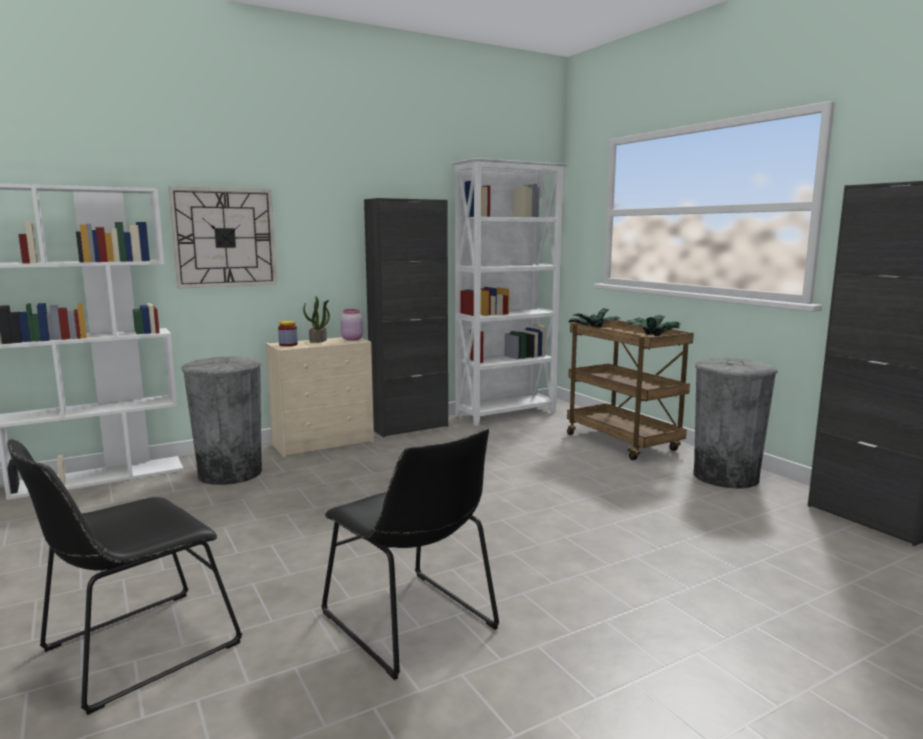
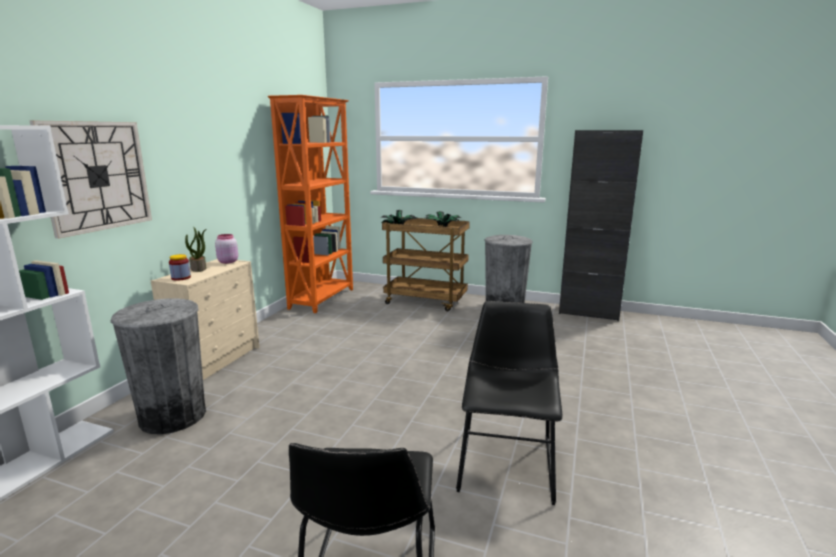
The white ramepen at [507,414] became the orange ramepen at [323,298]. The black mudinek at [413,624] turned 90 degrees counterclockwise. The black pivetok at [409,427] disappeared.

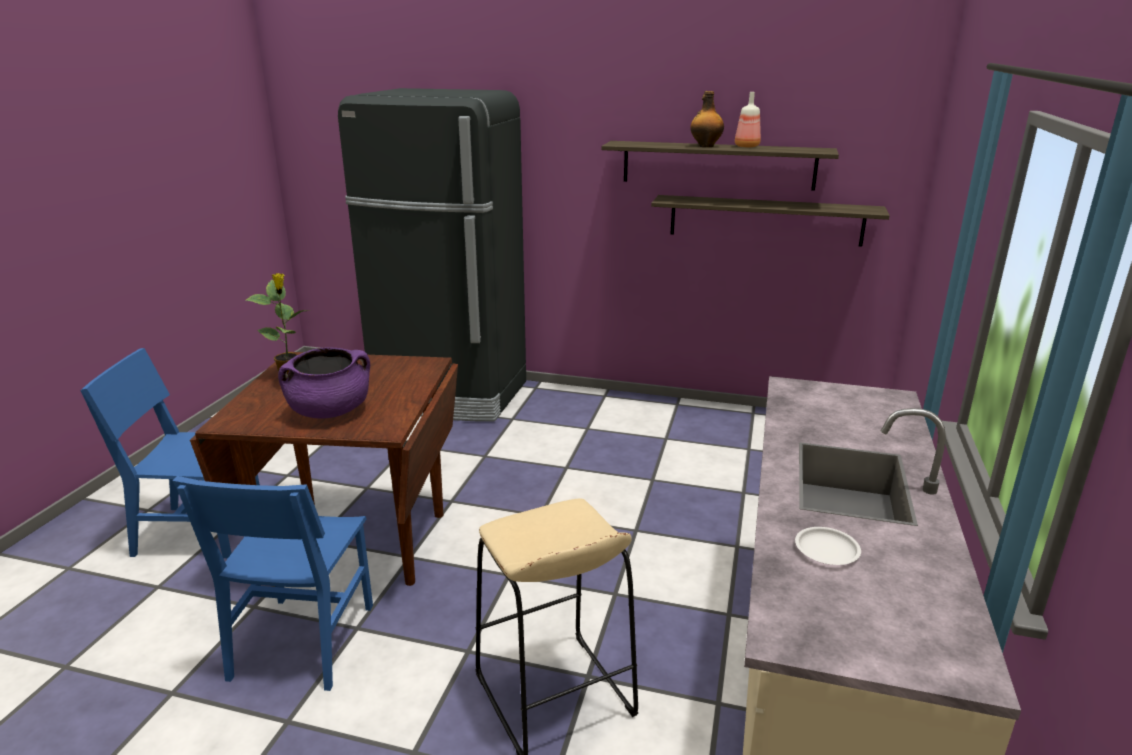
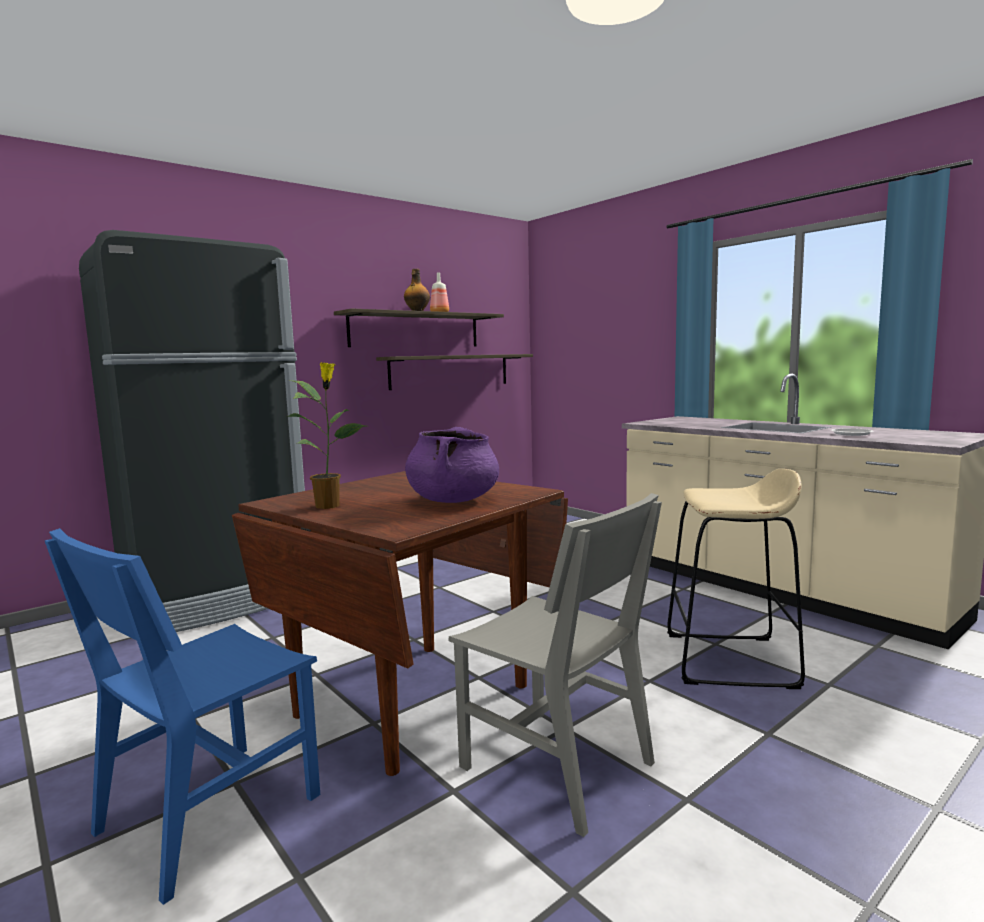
The blue mudinek at [303,641] became the grey mudinek at [556,765].

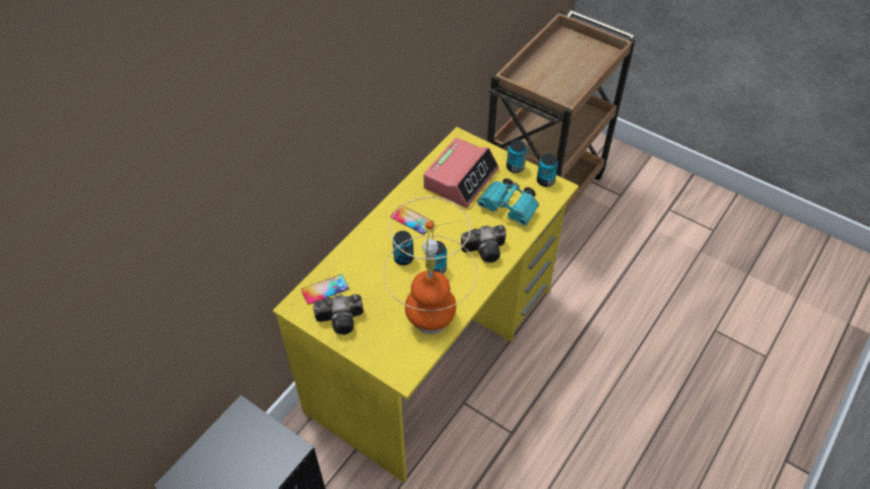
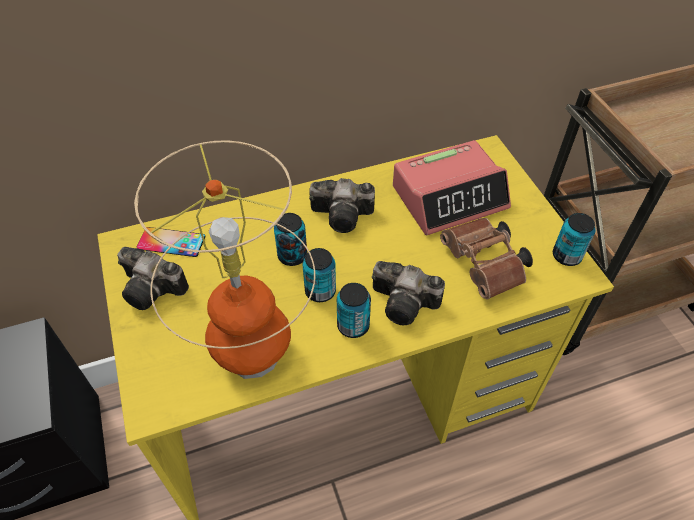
The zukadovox at [412,220] was replaced by the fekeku at [345,215]. The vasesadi moved from [515,167] to [353,326]. The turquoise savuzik at [510,209] became the brown savuzik at [485,267].

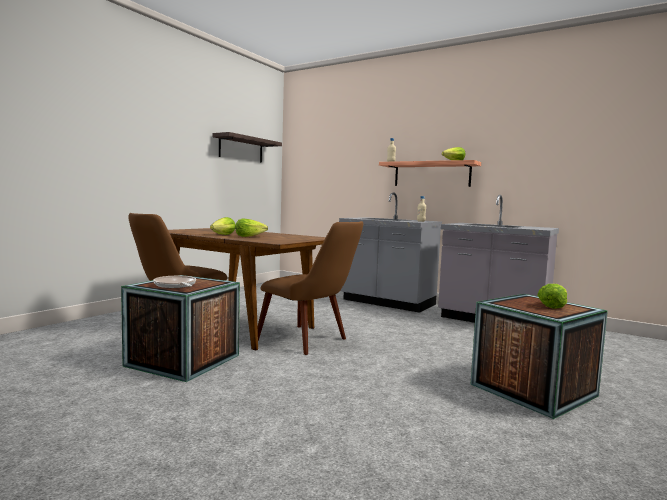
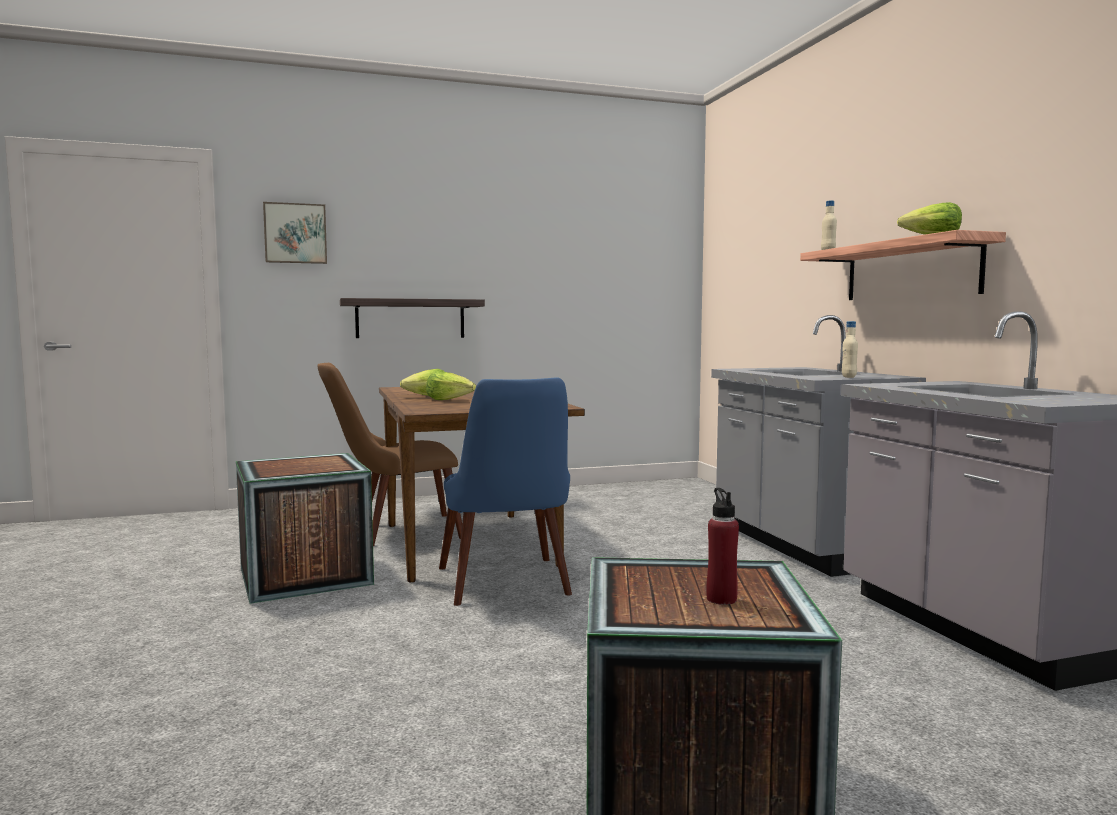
The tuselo at [295,233] appeared. The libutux moved from [241,149] to [410,318]. The brown mudinek at [311,341] became the blue mudinek at [508,587]. The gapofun at [552,306] was replaced by the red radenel at [721,599]. The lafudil at [175,285] disappeared.

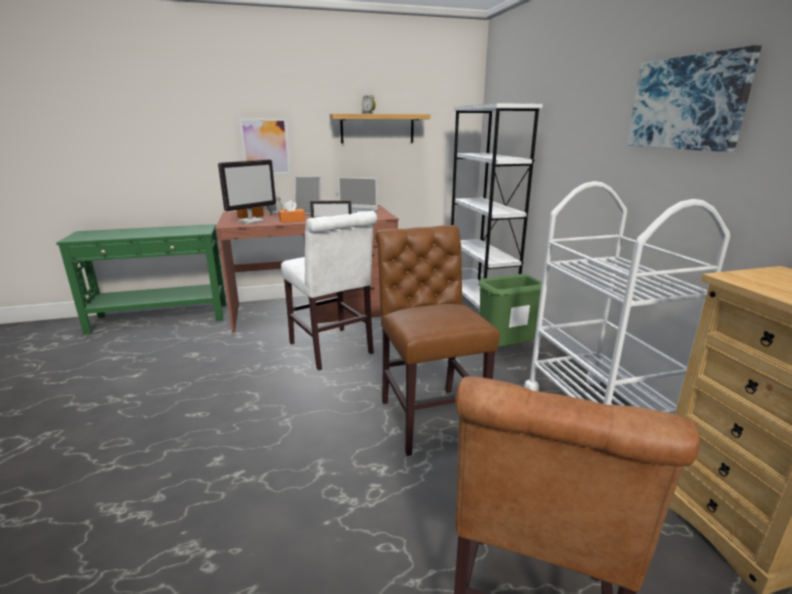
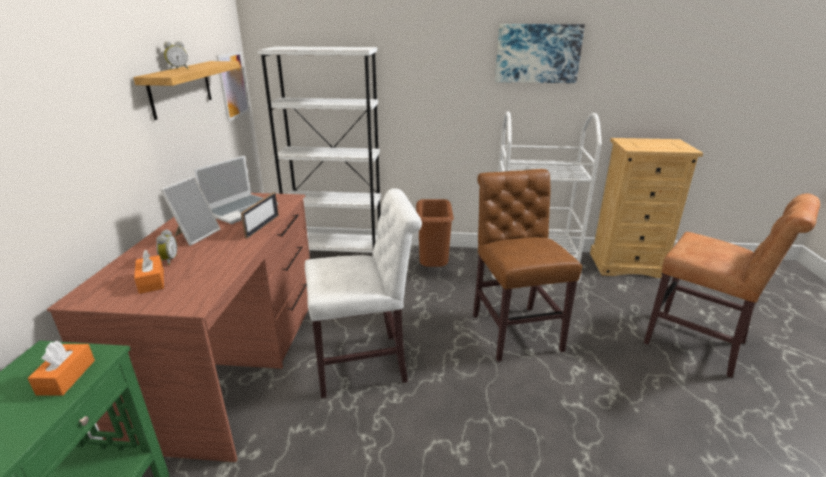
The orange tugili moved from [292,220] to [66,377]. The tuselo moved from [265,147] to [233,85]. The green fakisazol at [505,351] became the brown fakisazol at [432,268]. The brown mudinek at [429,416] turned 75 degrees clockwise. The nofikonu at [251,221] disappeared.

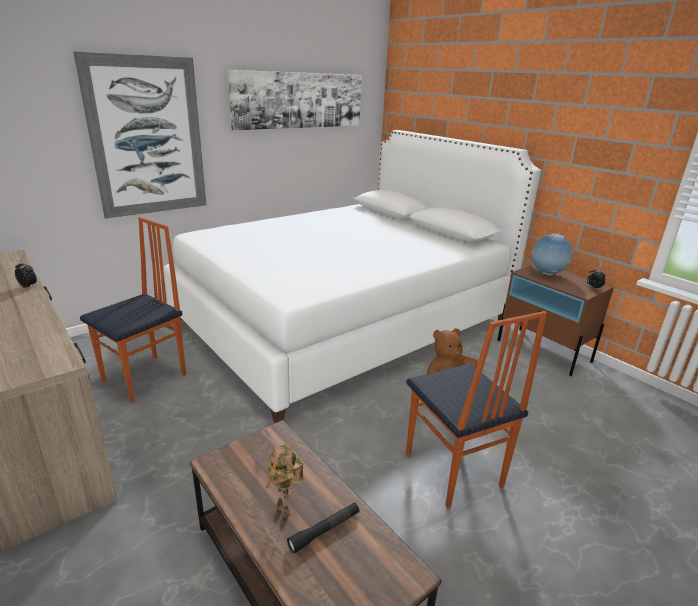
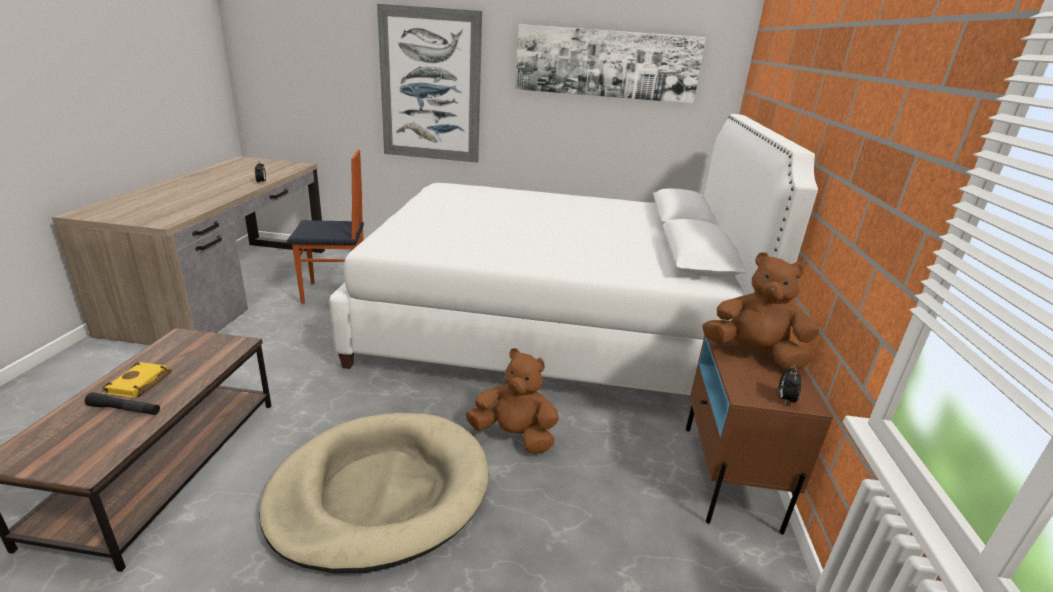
The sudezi at [285,510] was replaced by the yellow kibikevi at [140,384]. The mudinek at [452,471] was replaced by the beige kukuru at [380,492]. The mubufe at [546,274] was replaced by the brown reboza at [754,354].

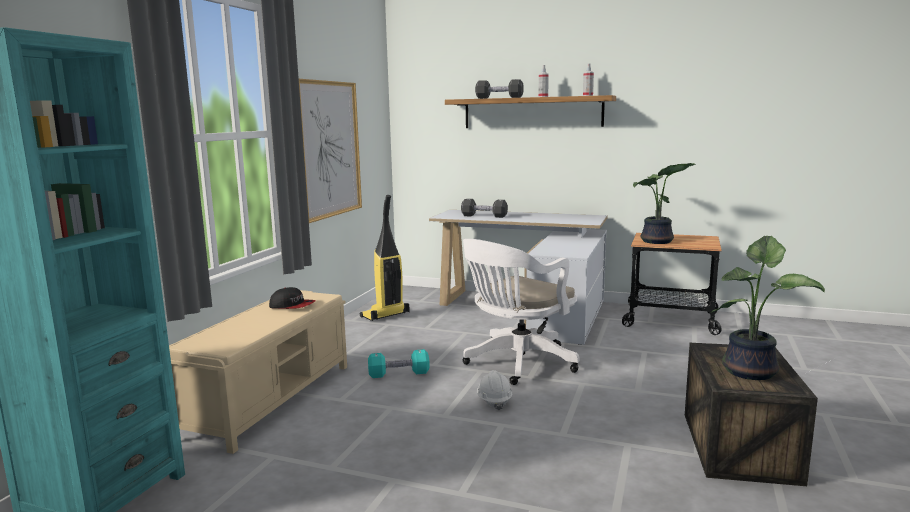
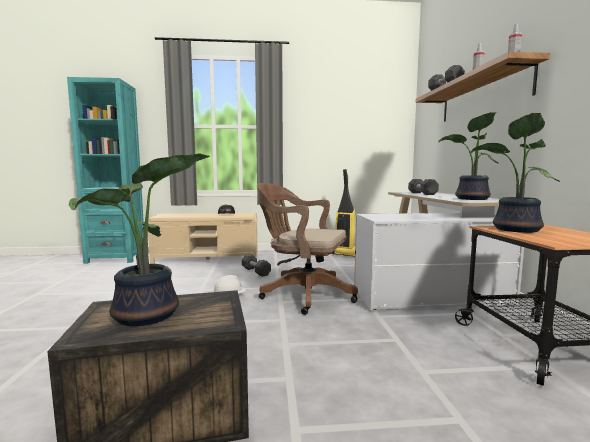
The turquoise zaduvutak at [399,374] became the black zaduvutak at [256,271]. The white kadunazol at [517,363] became the brown kadunazol at [303,294]. The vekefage at [471,199] appeared. The tuselo at [330,149] disappeared.

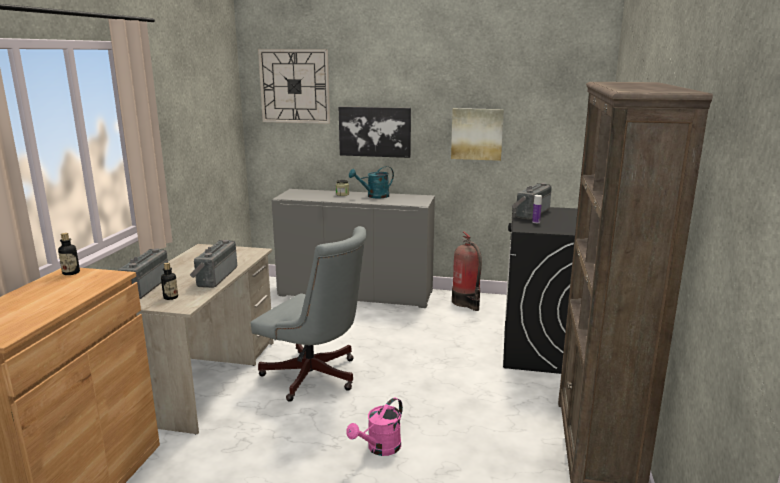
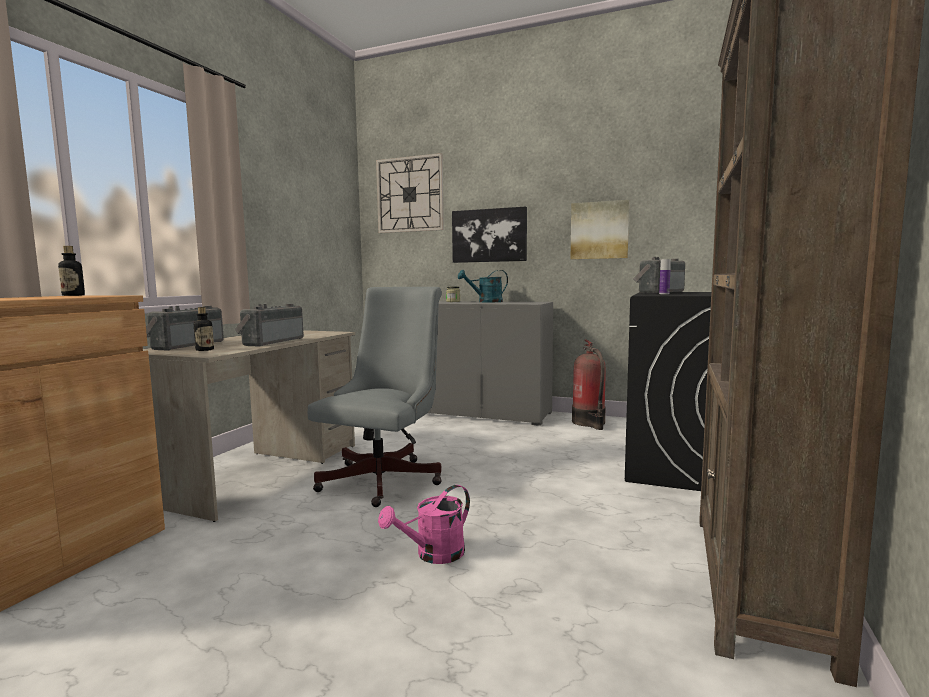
The grey kadunazol at [315,378] turned 105 degrees counterclockwise.

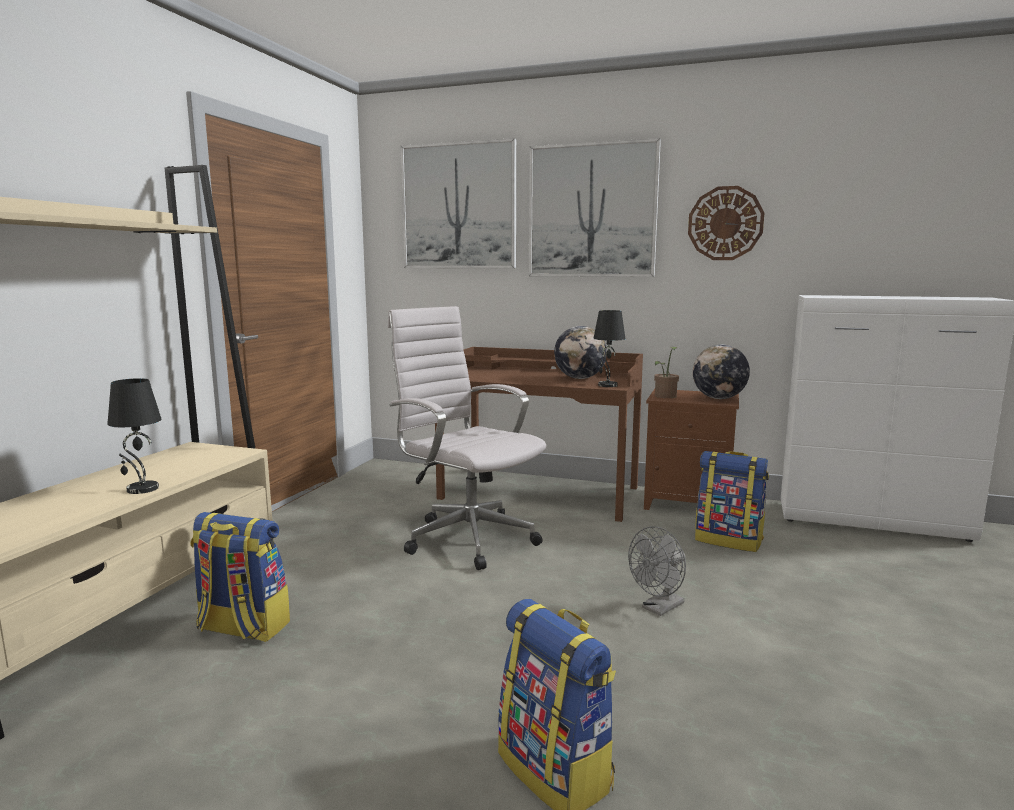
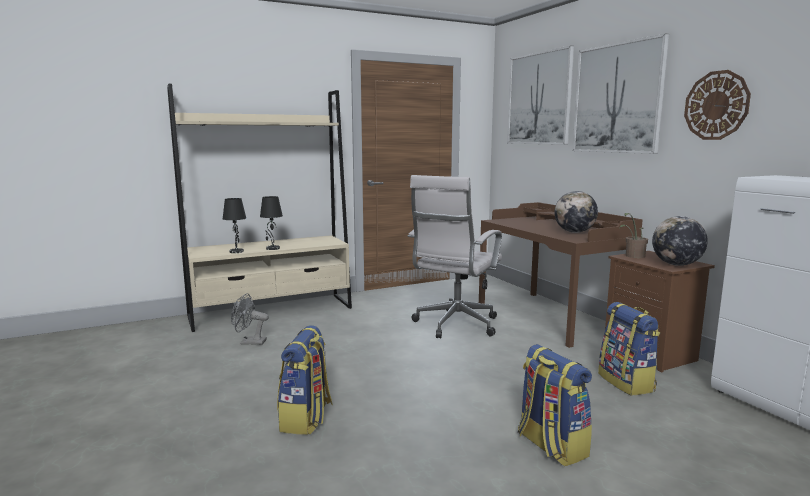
The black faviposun moved from [607,385] to [236,251]. The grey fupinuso moved from [659,608] to [249,342]. The white kadunazol at [467,538] turned 150 degrees counterclockwise. The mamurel moved from [242,628] to [550,446].

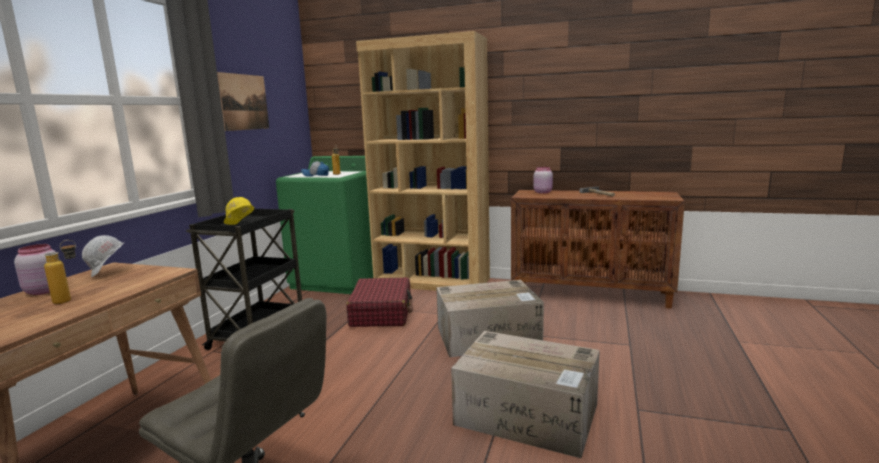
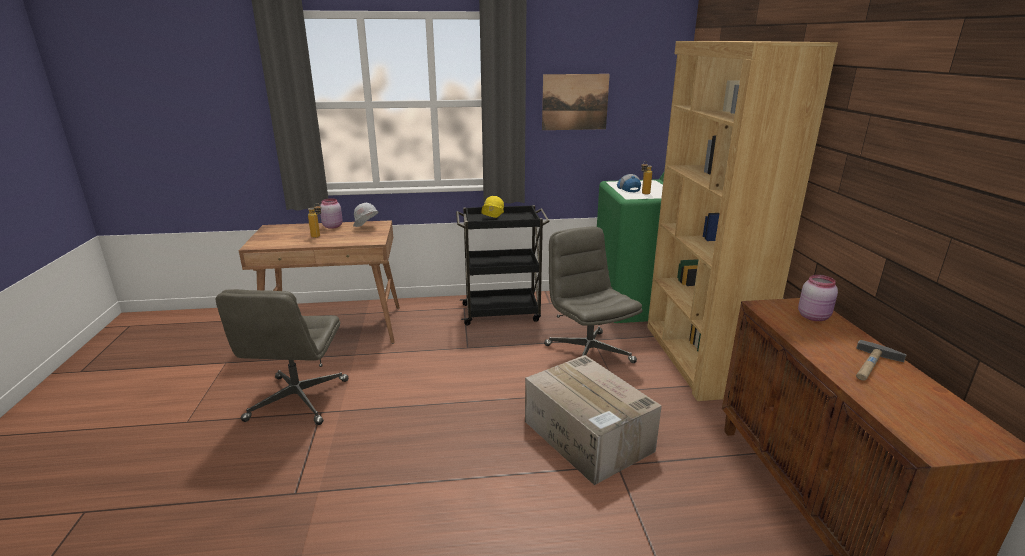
The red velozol at [381,313] was replaced by the grey kadunazol at [588,353]. The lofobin at [529,414] disappeared.

